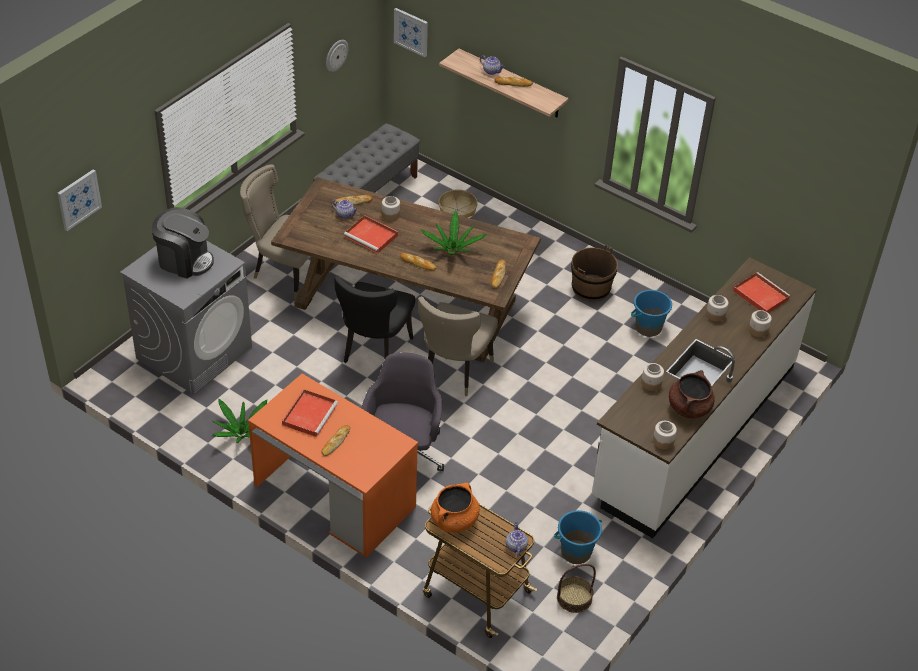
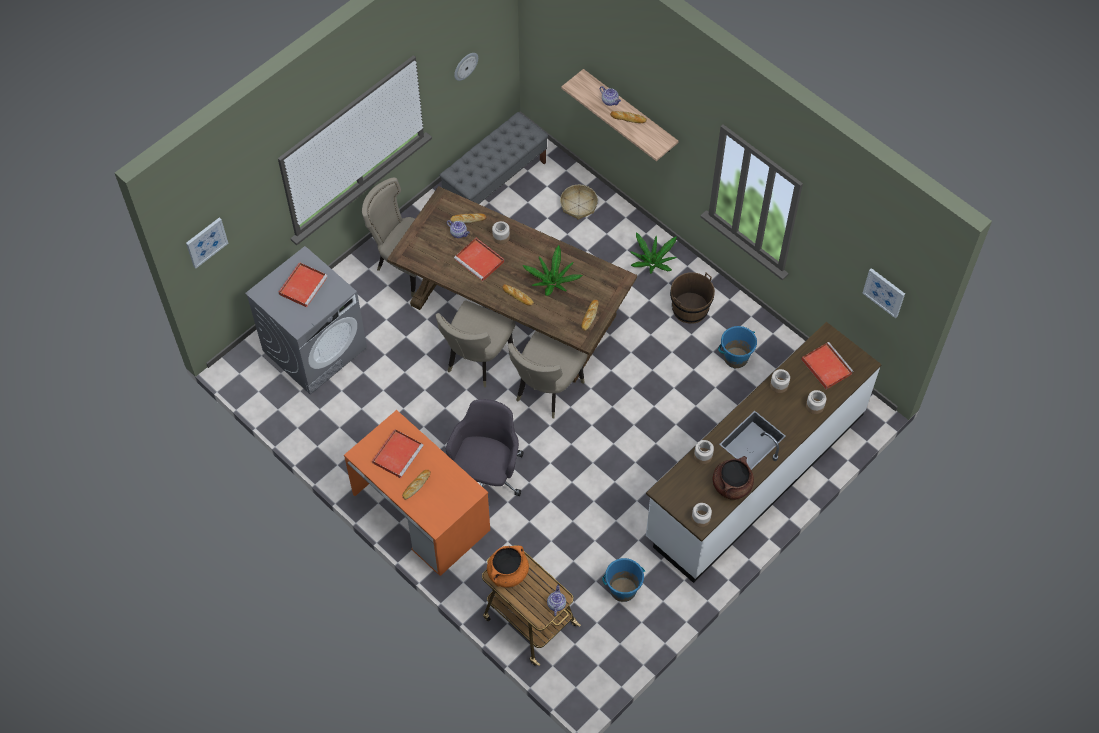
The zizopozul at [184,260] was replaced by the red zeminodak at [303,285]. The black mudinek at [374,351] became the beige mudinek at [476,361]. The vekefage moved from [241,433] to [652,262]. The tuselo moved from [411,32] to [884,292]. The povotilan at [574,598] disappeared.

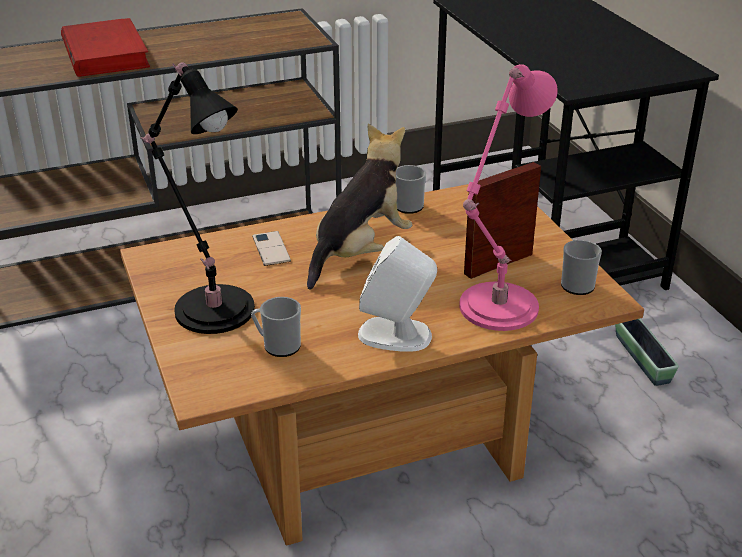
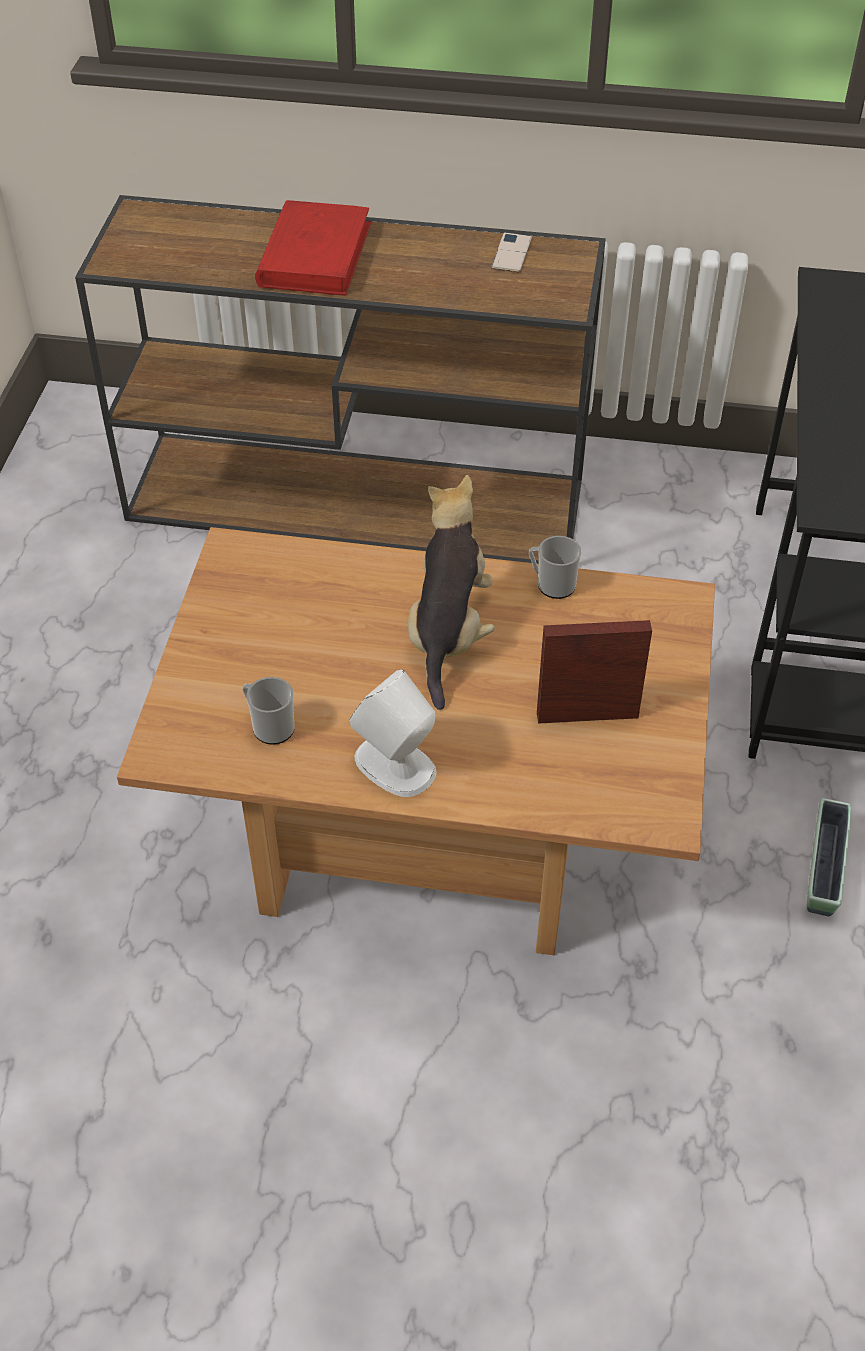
The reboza at [360,252] turned 60 degrees counterclockwise. The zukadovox moved from [271,249] to [511,253]. The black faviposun at [211,306] disappeared. The pink faviposun at [495,310] disappeared. The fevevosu at [576,283] disappeared.

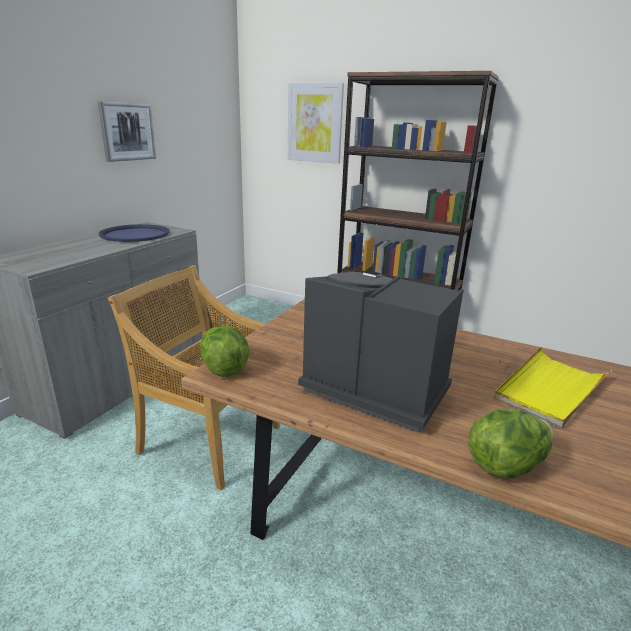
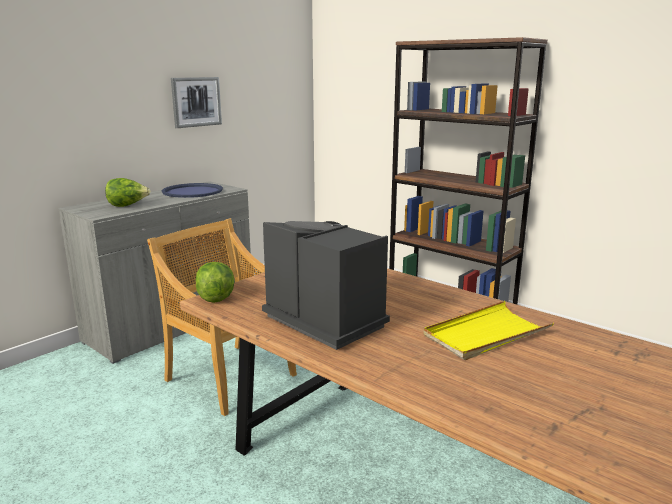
The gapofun moved from [506,464] to [127,206]. The tuselo at [315,123] disappeared.

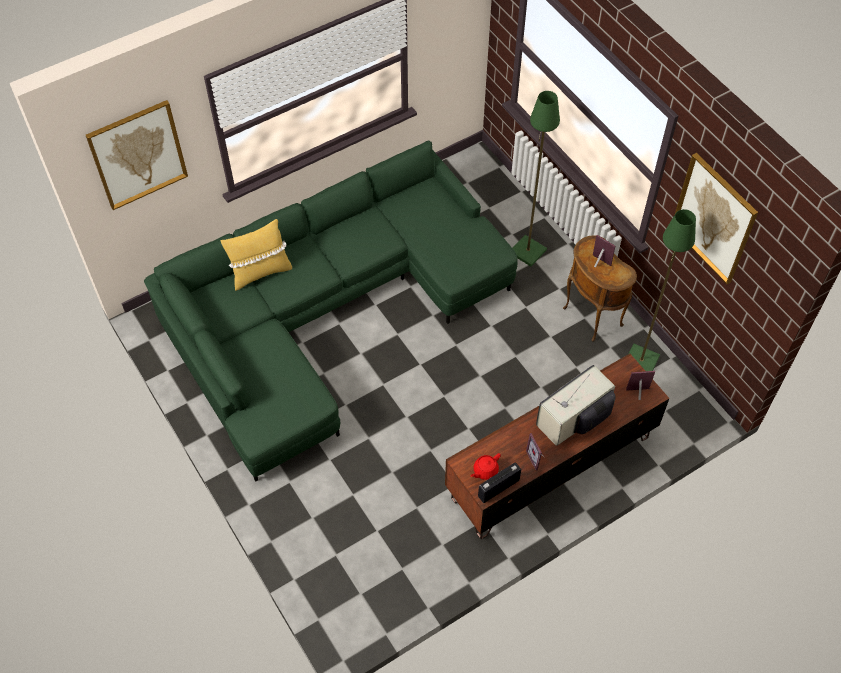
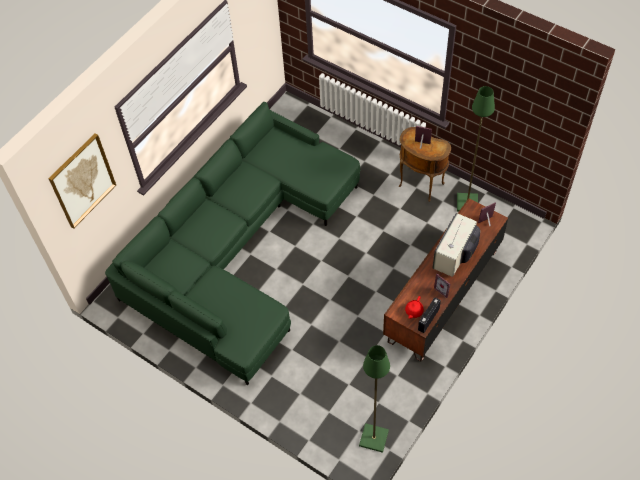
The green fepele moved from [527,251] to [373,438]. The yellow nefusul at [260,272] disappeared. The tuselo at [714,218] disappeared.

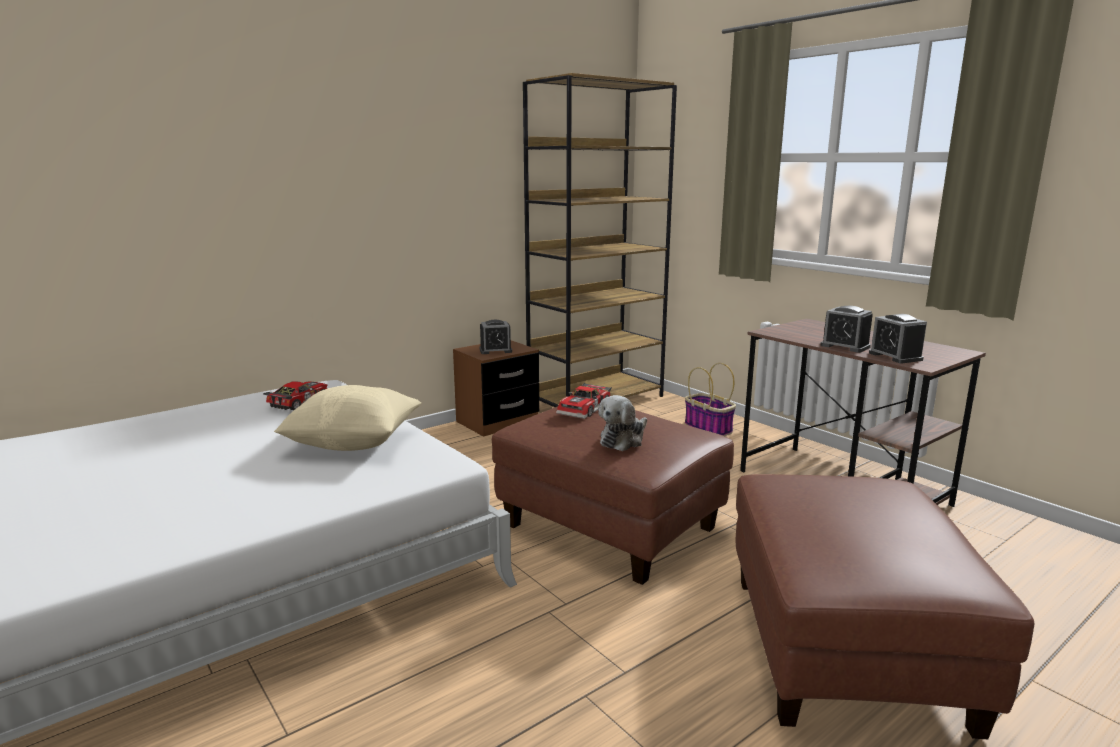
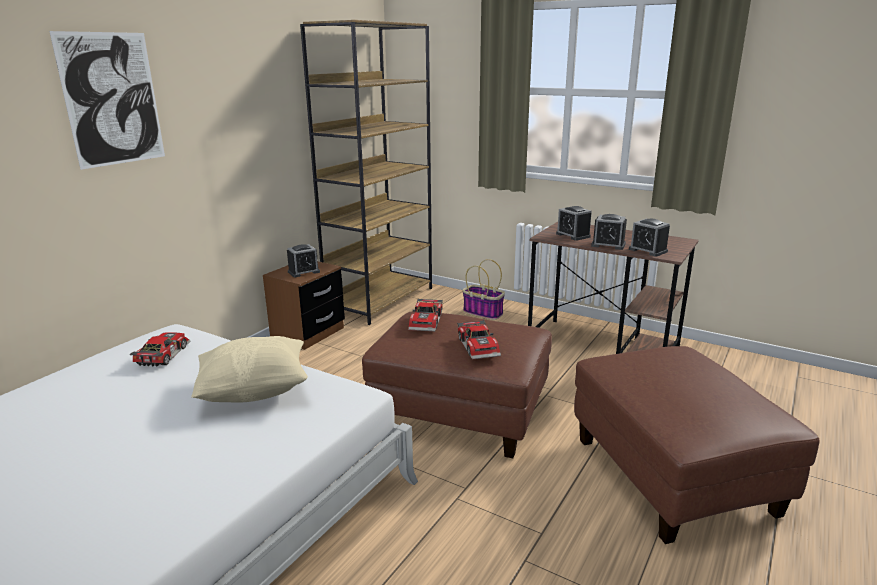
The tuselo at [112,99] appeared. The reboza at [623,440] was replaced by the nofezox at [479,346]. The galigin at [573,235] appeared.

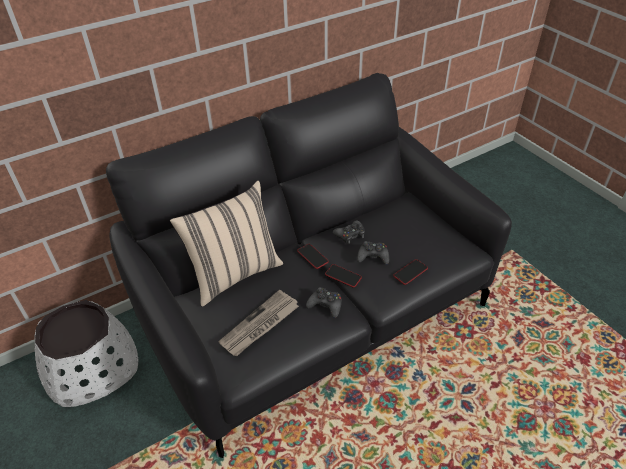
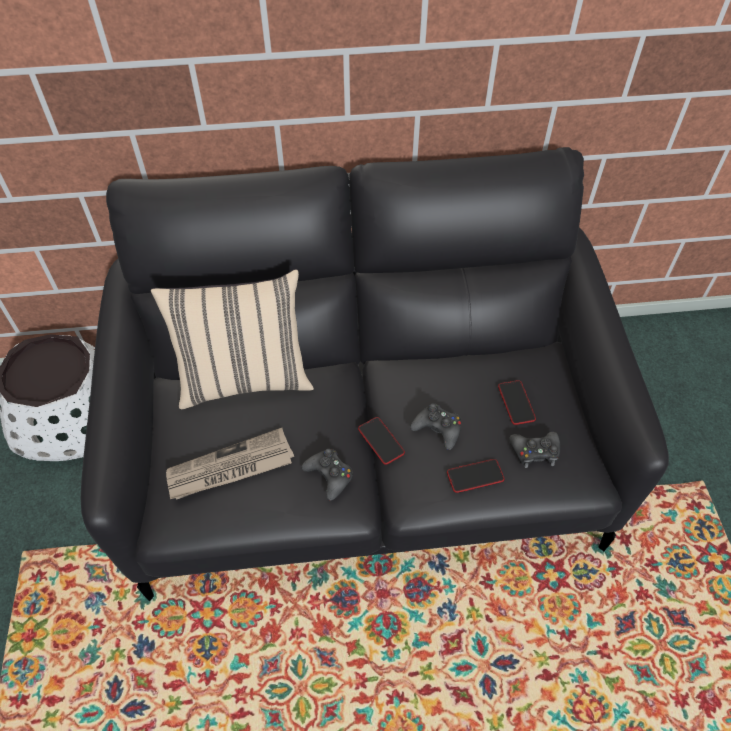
The zukadovox moved from [312,256] to [516,403]. The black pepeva moved from [350,235] to [535,452].

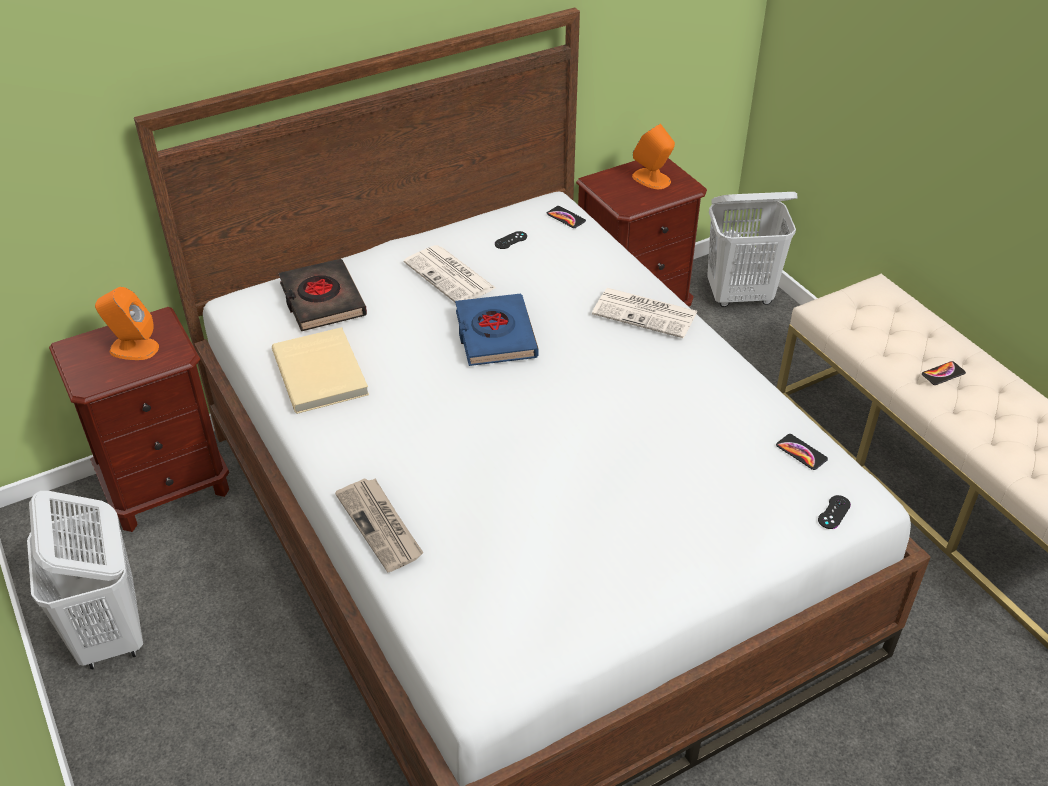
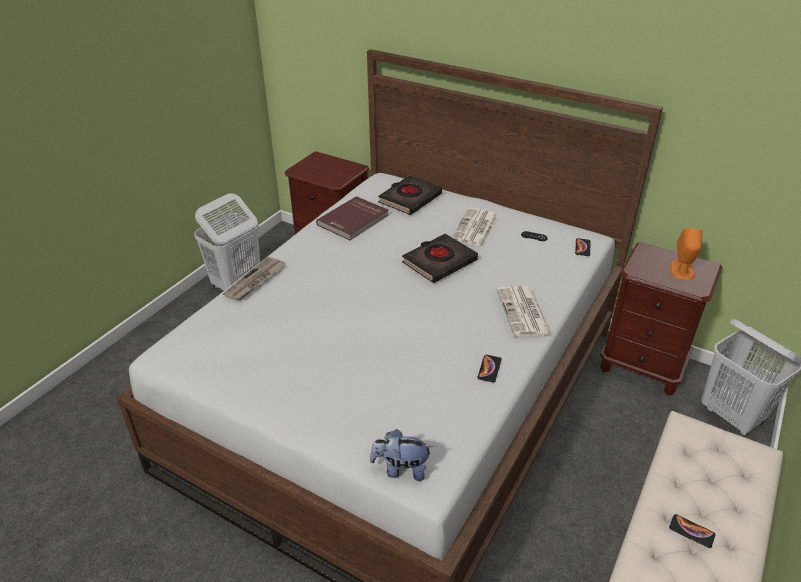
The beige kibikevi at [322,373] became the red kibikevi at [354,220]. The black pepeva at [834,512] was replaced by the reboza at [401,469]. The blue kibikevi at [495,335] became the black kibikevi at [439,262]. The zukadovox moved from [801,452] to [489,369]. The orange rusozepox at [133,348] disappeared.

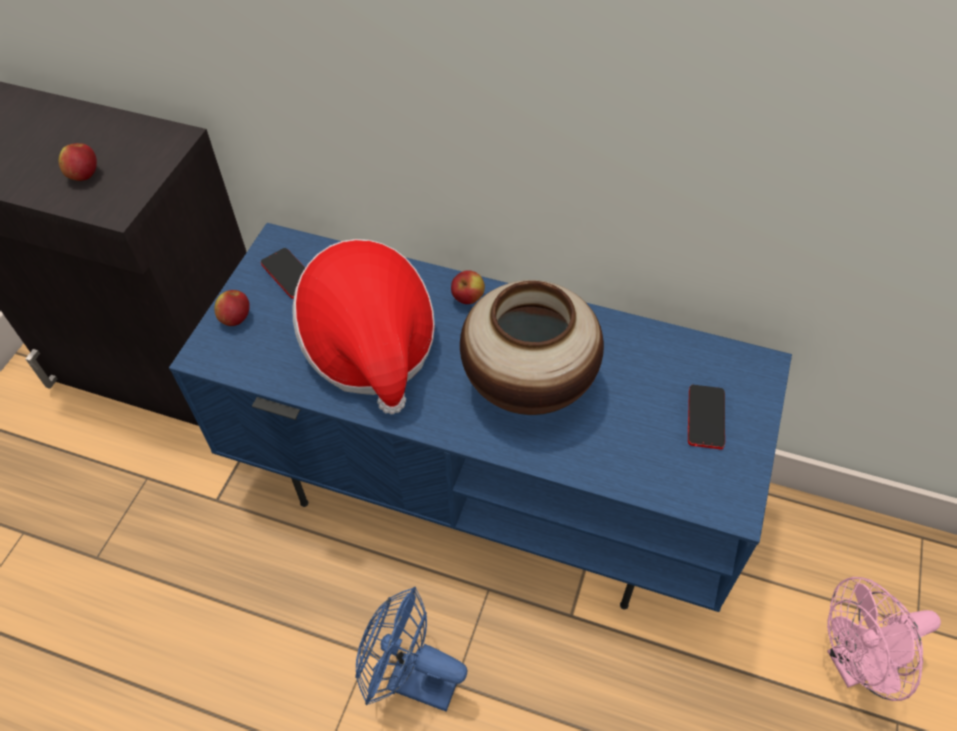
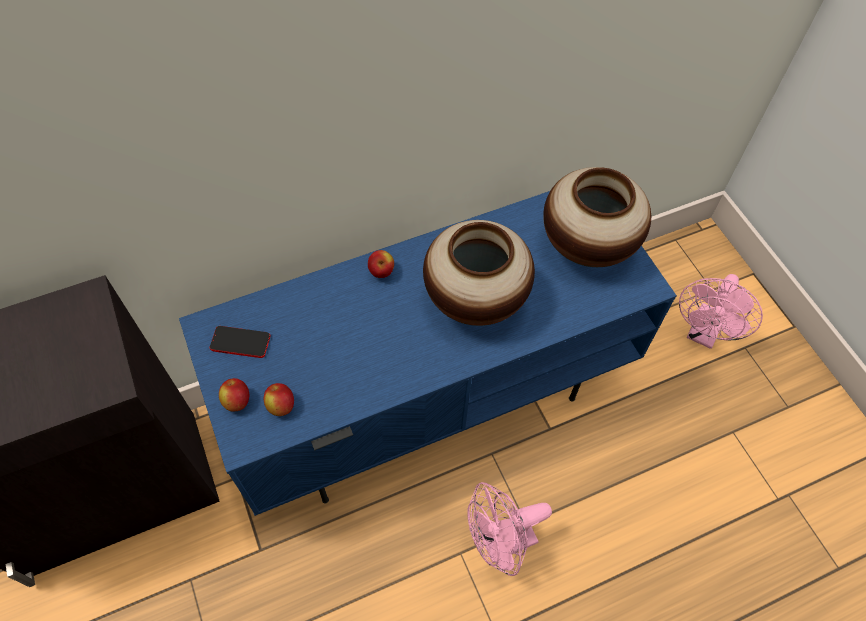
The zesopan moved from [84,175] to [281,406]. The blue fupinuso at [411,679] became the pink fupinuso at [500,544]. The zukadovox at [705,417] was replaced by the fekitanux at [587,246]. The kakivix at [370,348] disappeared.

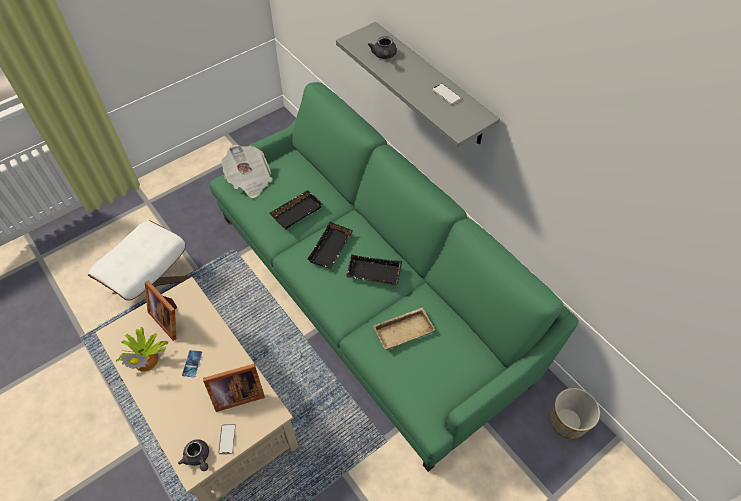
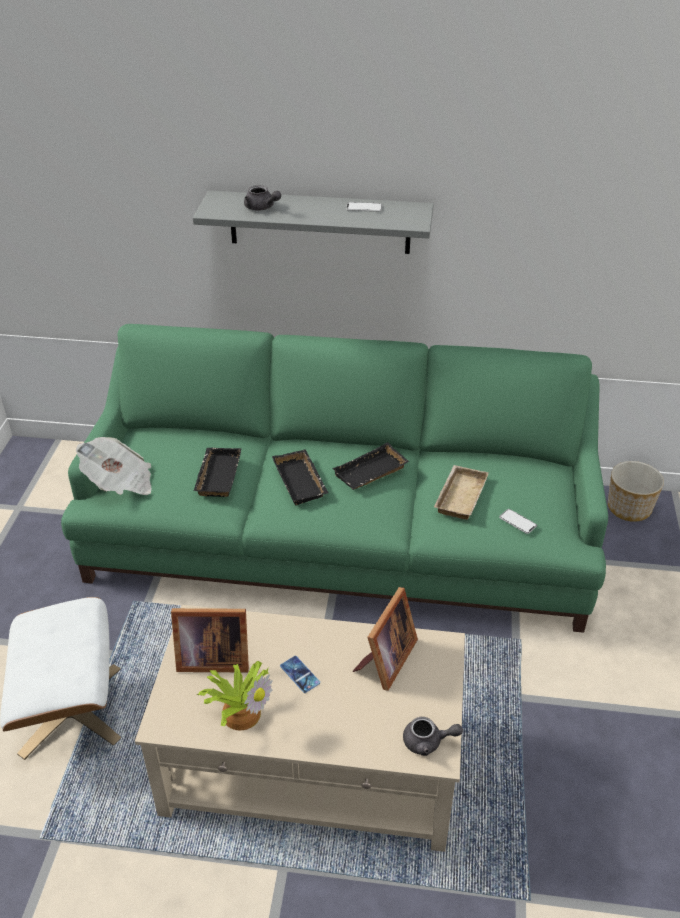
The zukadovox moved from [227,439] to [517,522].

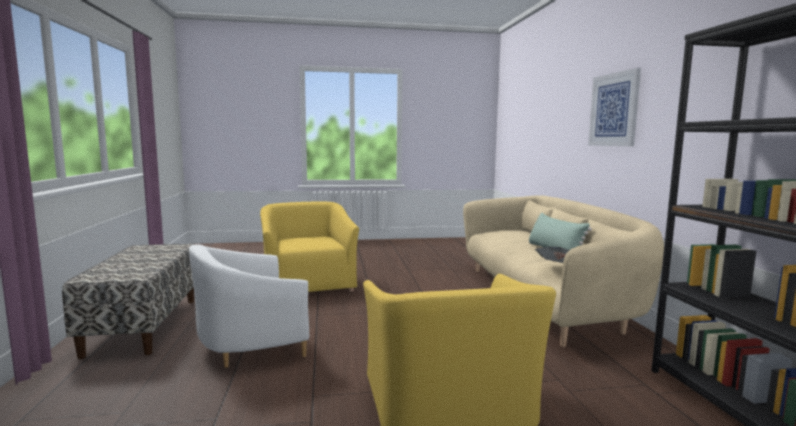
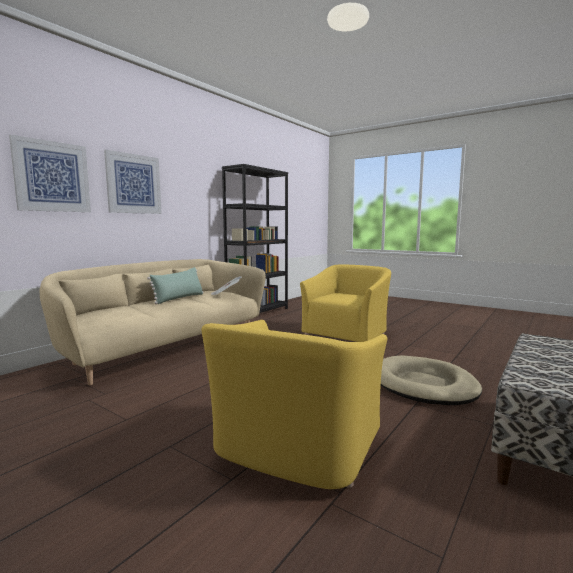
The tuselo at [52,176] appeared. The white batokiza at [252,345] was replaced by the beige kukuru at [424,385].

